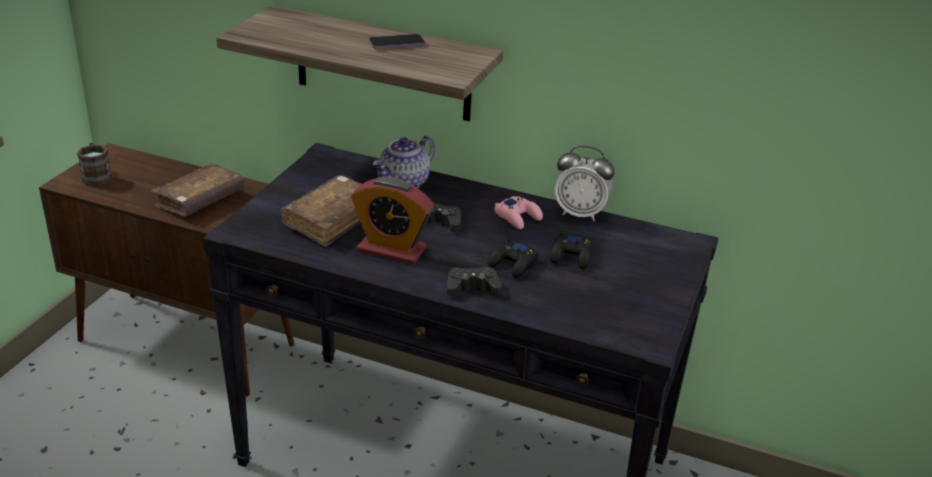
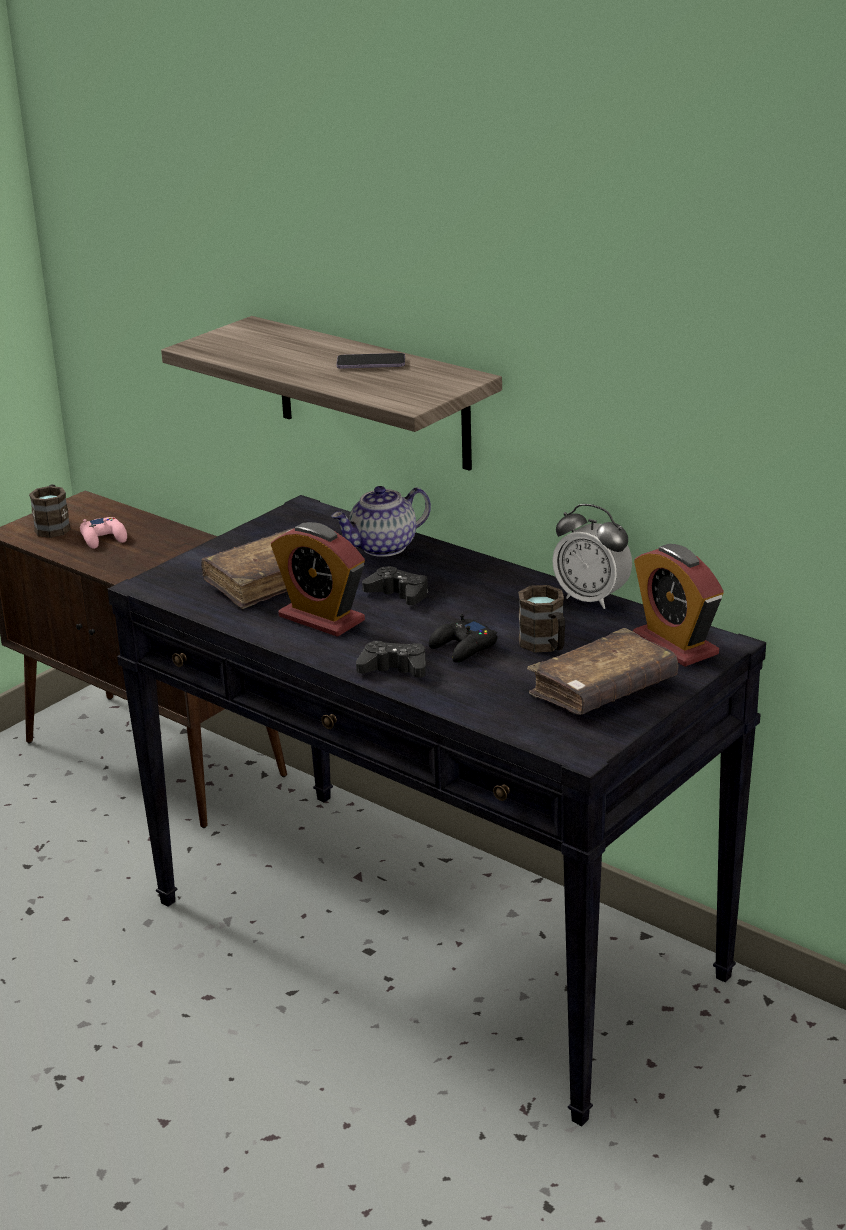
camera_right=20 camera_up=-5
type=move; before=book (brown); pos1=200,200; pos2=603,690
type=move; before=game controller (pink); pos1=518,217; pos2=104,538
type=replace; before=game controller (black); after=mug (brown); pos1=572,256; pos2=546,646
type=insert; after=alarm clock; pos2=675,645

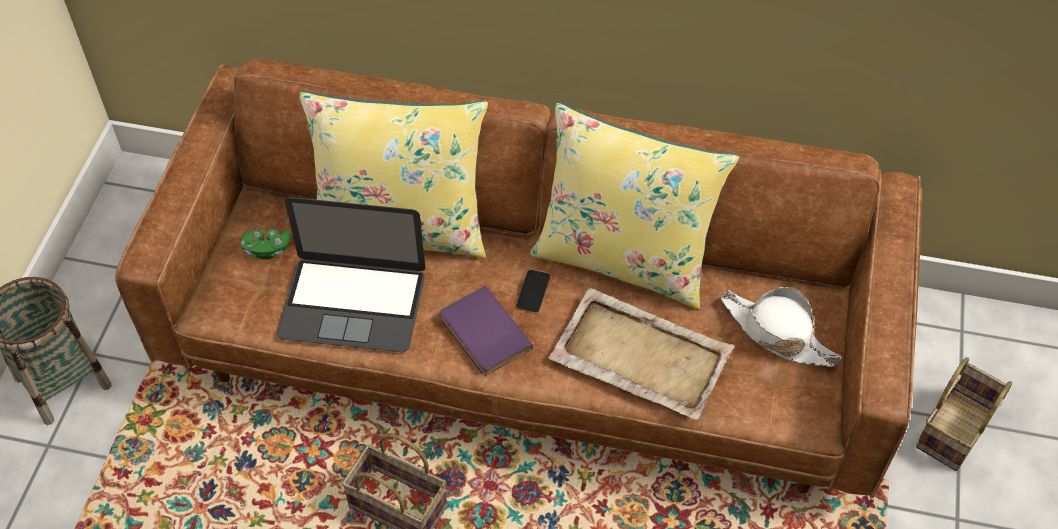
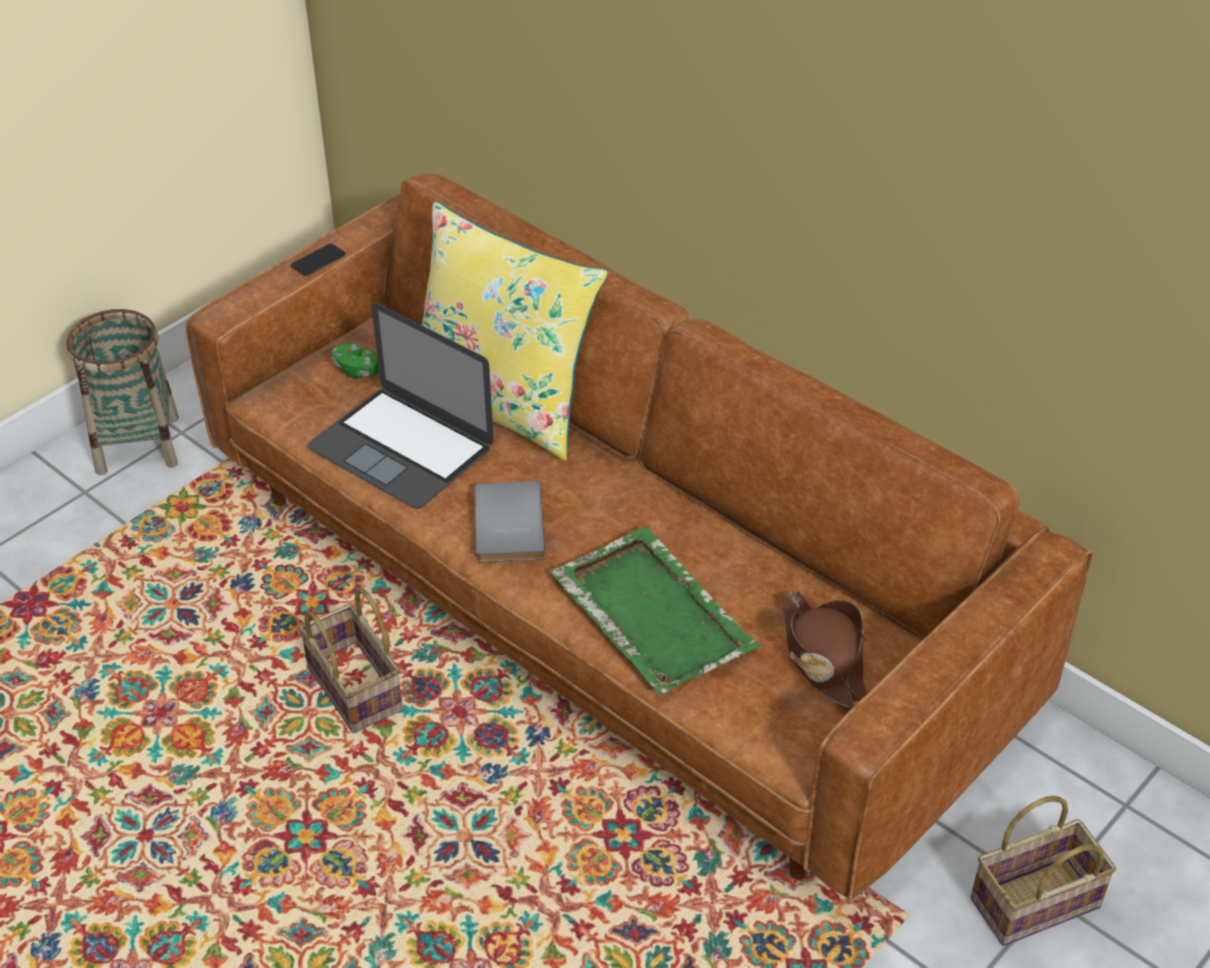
camera_right=30 camera_up=-10
type=delete; before=pillow (yellow); pos1=624,258
type=move; before=phone; pos1=533,291; pos2=318,260
type=recolor; before=book (purple); after=book (grey); pos1=482,334; pos2=505,526
type=recolor; before=hat (white); after=hat (brown); pos1=777,333; pos2=823,658
type=recolor; before=tray (beige); after=tray (green); pos1=639,355; pos2=651,613

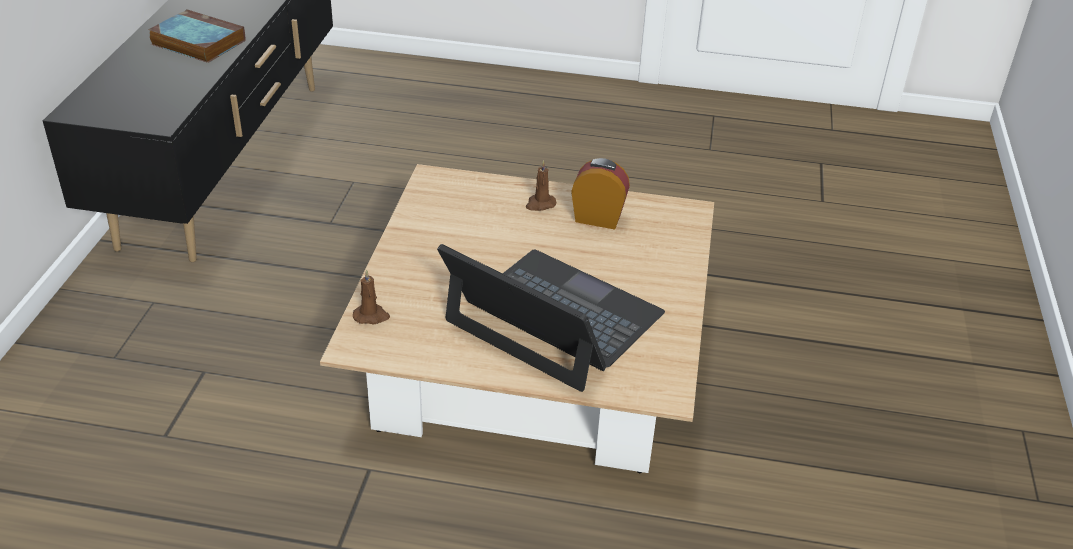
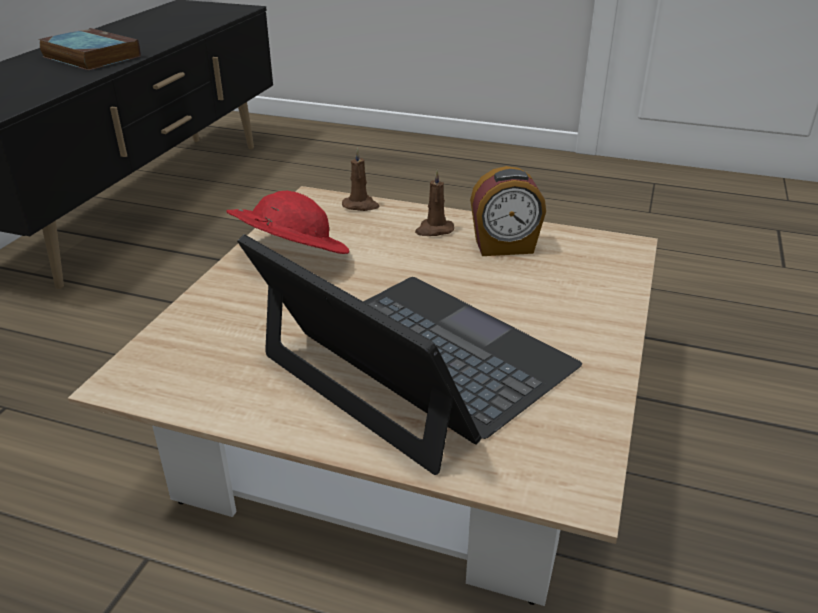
camera_right=10 camera_up=-5
type=rotate; before=alarm clock; pos1=598,217; pos2=504,247; turn=150
type=move; before=candle (brown); pos1=371,316; pos2=361,205
type=insert; after=hat (red); pos2=290,257

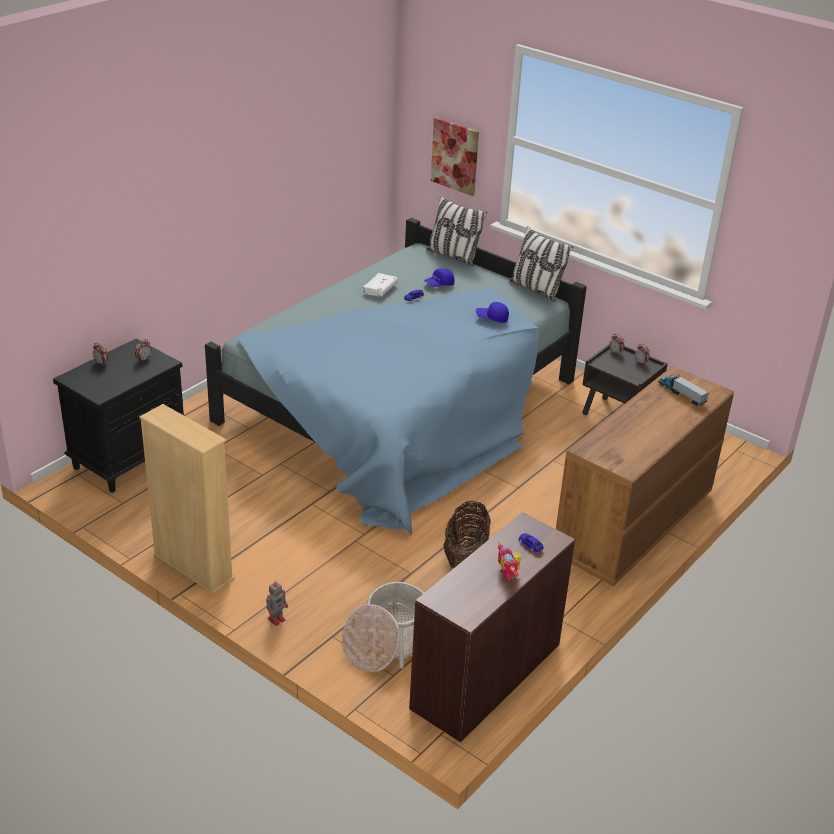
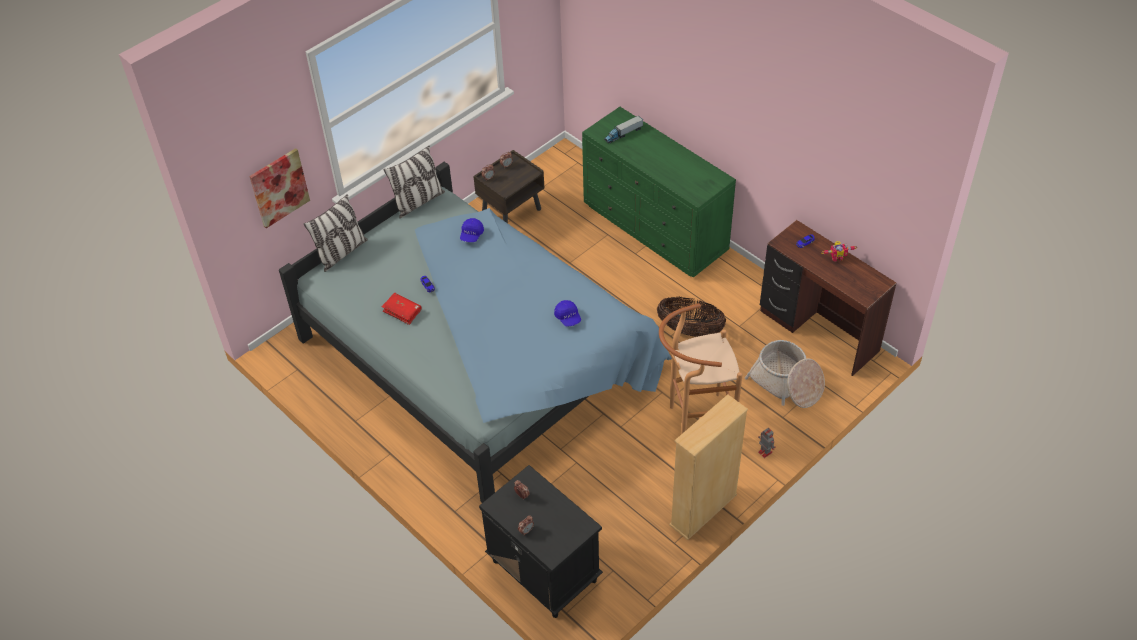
camera_right=-80 camera_up=15
type=move; before=cap (blue); pos1=439,284; pos2=568,318
type=recolor; before=book (white); after=book (red); pos1=380,290; pos2=402,311
type=recolor; before=dresser (brown); after=dresser (green); pos1=633,525; pos2=655,228
type=insert; after=stool (brown); pos2=694,421

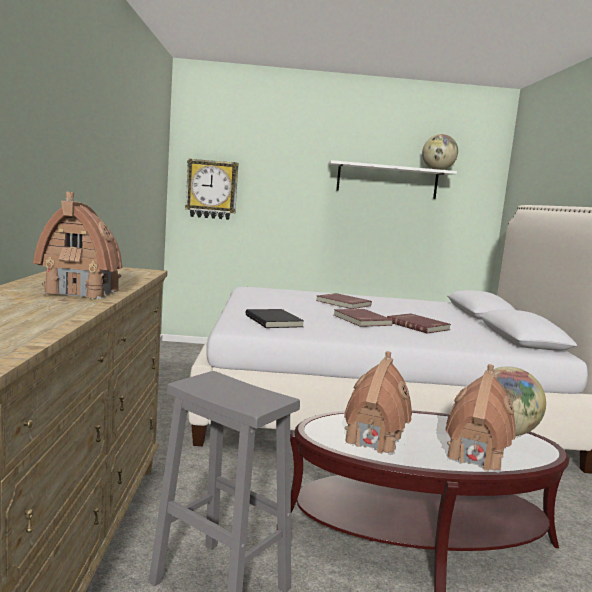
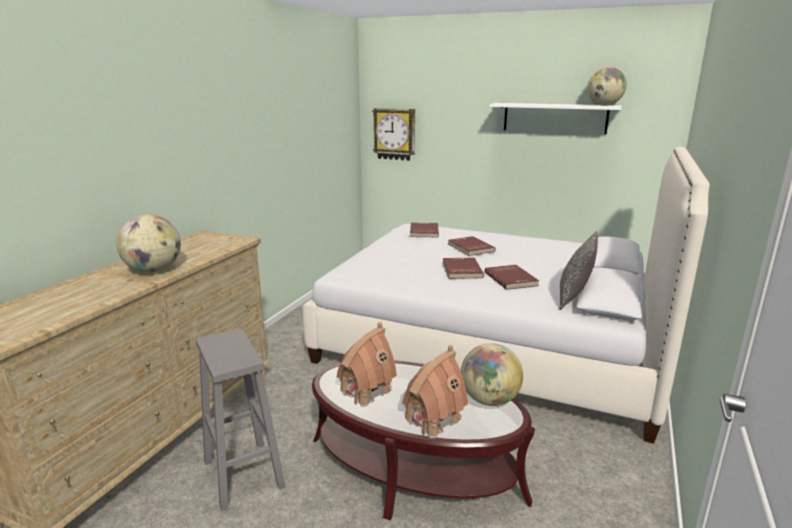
camera_right=25 camera_up=10
type=replace; before=toy house; after=globe; pos1=82,292; pos2=154,270
type=delete; before=book (black); pos1=274,321
type=insert; after=book (red); pos2=423,231
type=insert; after=pillow; pos2=574,298

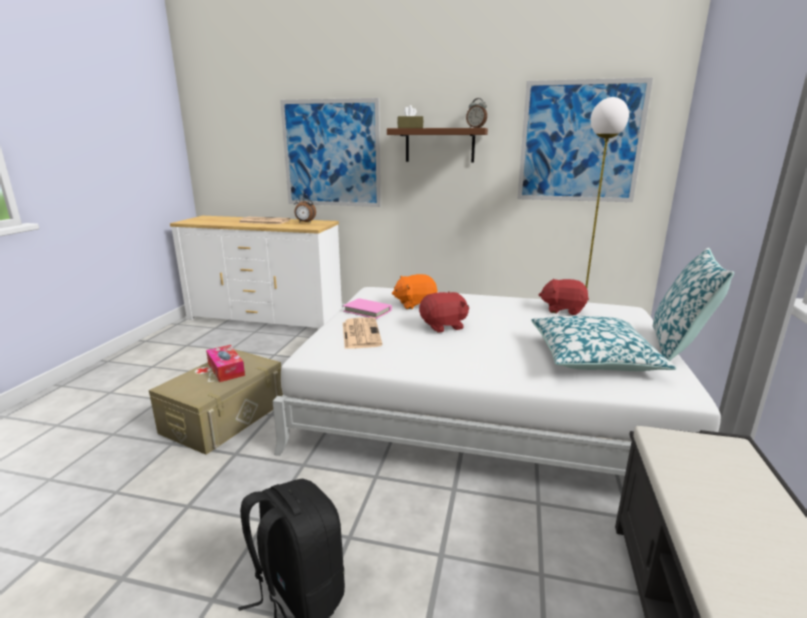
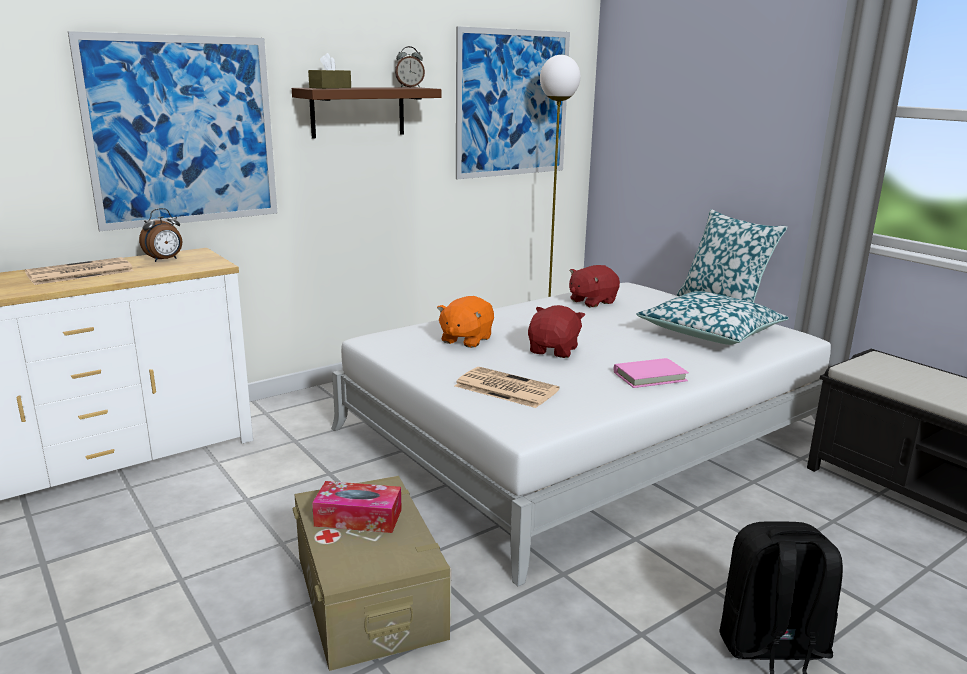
camera_right=-50 camera_up=0
type=move; before=book (pink); pos1=367,311; pos2=649,376

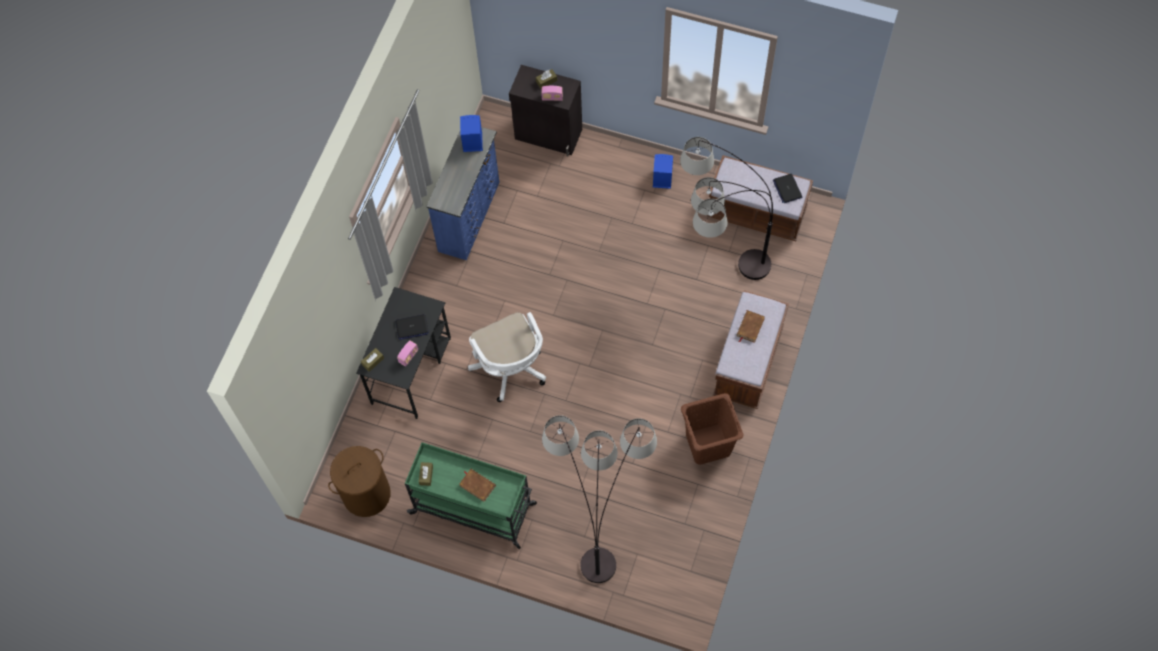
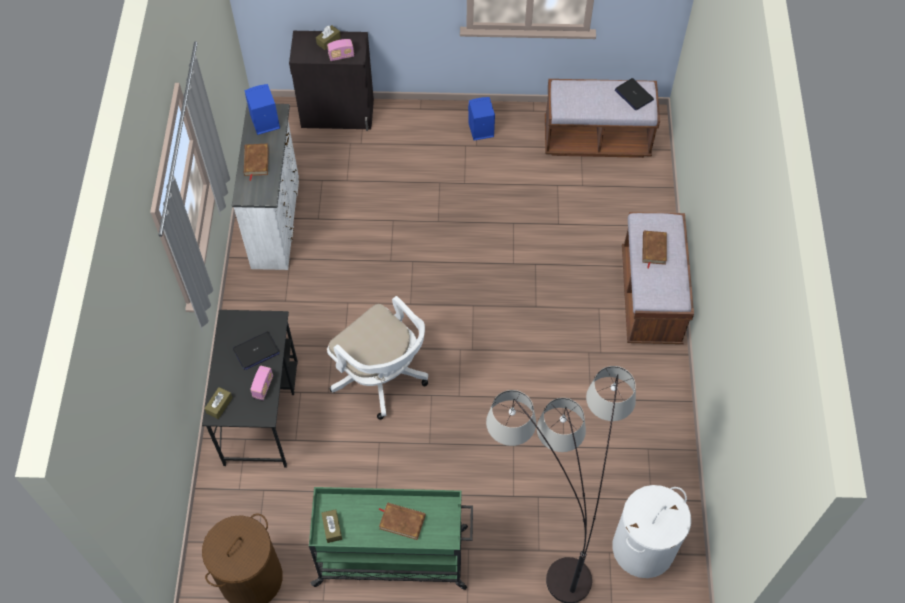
camera_right=-20 camera_up=-5
type=recolor; before=dresser (blue); after=dresser (white); pos1=470,216; pos2=277,221
type=delete; before=floor lamp; pos1=714,271
type=delete; before=laundry basket (brown); pos1=707,444
type=insert; after=book (brown); pos2=256,161
type=insert; after=laundry basket (white); pos2=643,548

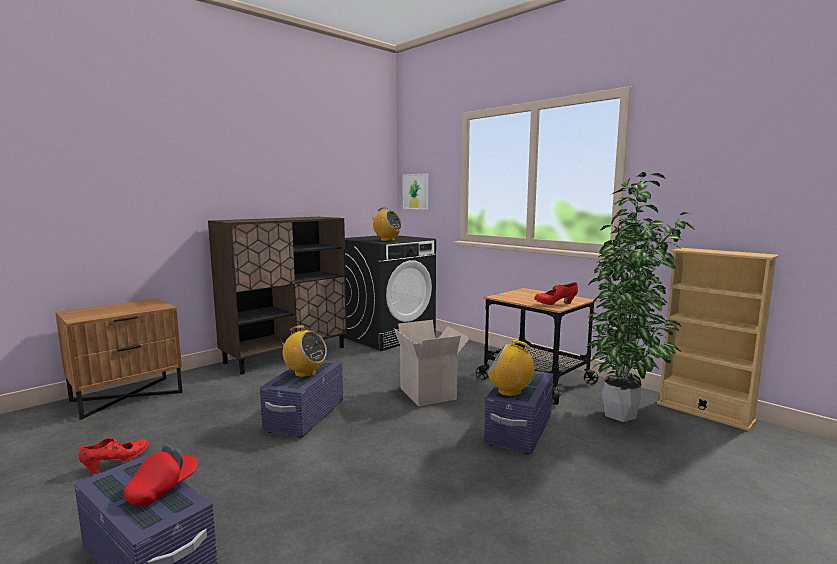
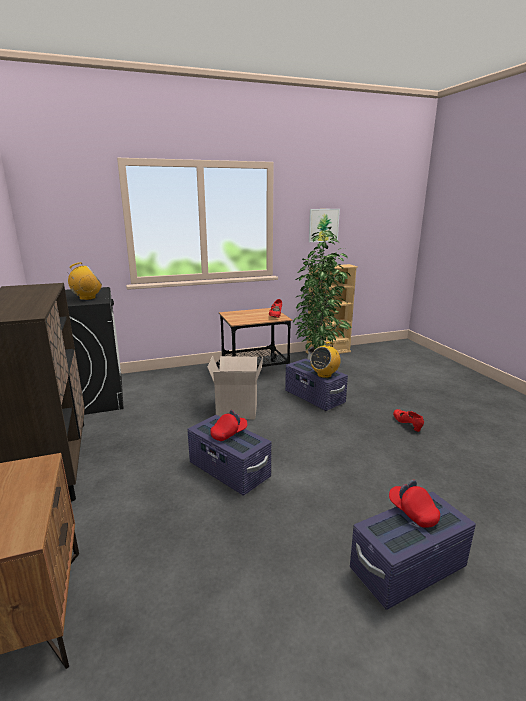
camera_right=-65 camera_up=10
type=move; before=picture; pos1=416,191; pos2=323,225
type=replace; before=radio; after=cap (red); pos1=305,373; pos2=229,434
type=move; before=shoe (red); pos1=117,463; pos2=407,425

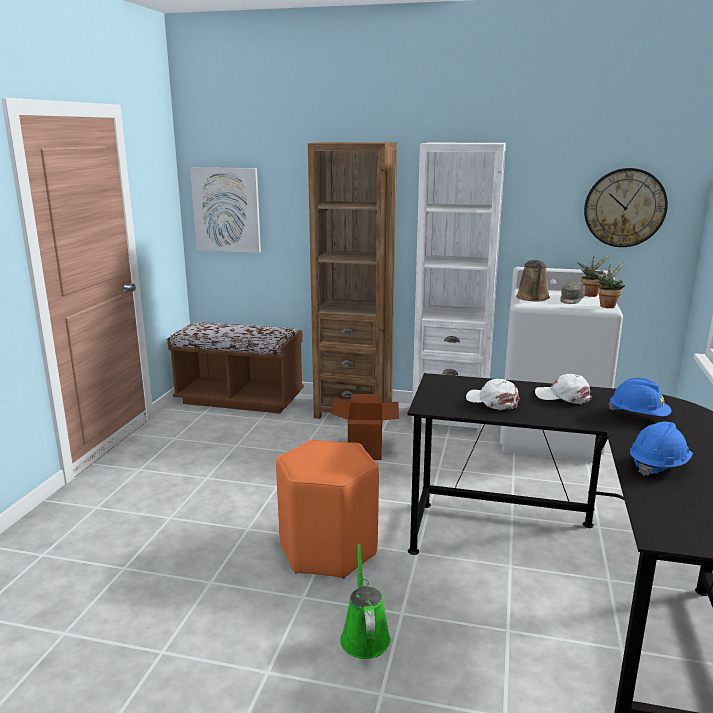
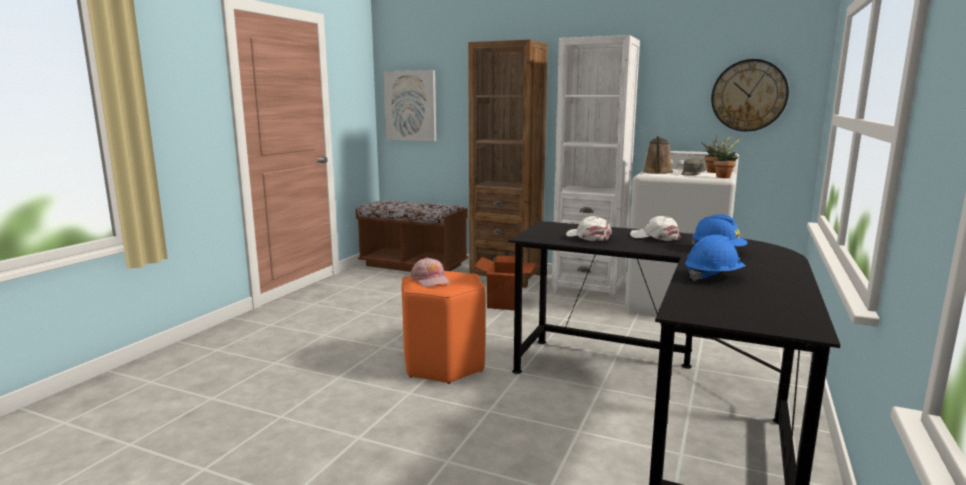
camera_right=10 camera_up=-5
type=delete; before=watering can (green); pos1=364,636
type=insert; after=cap (pink); pos2=431,280

